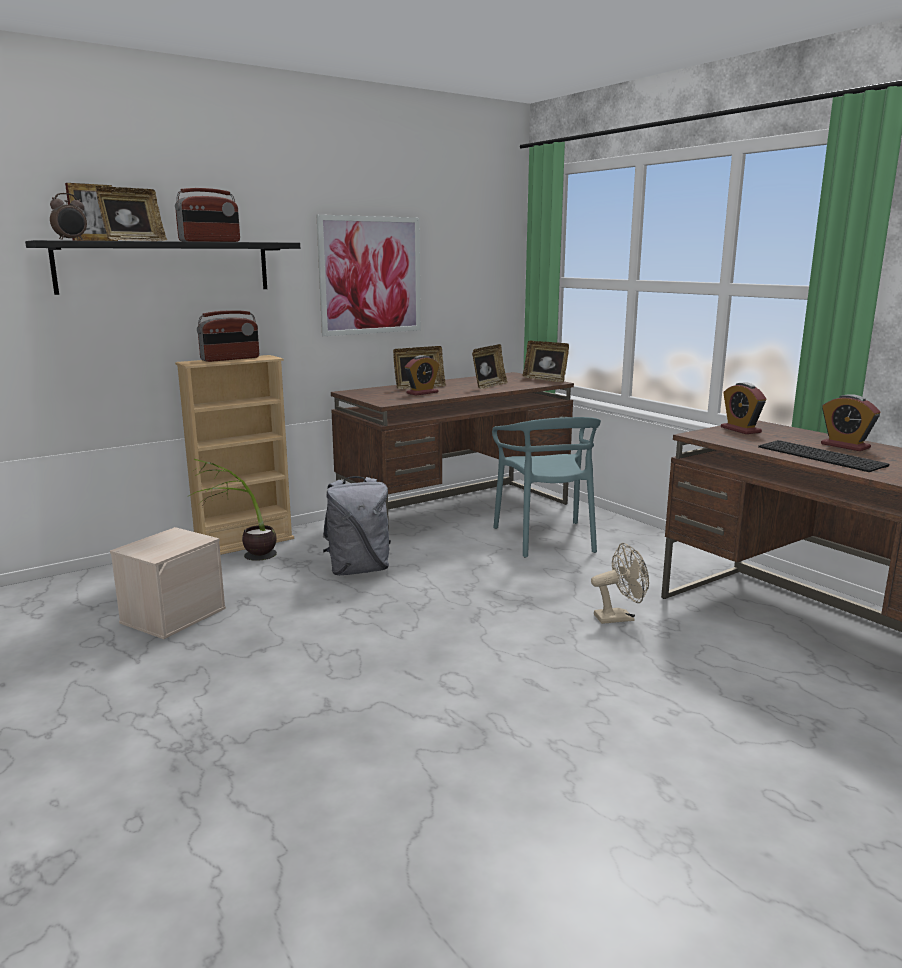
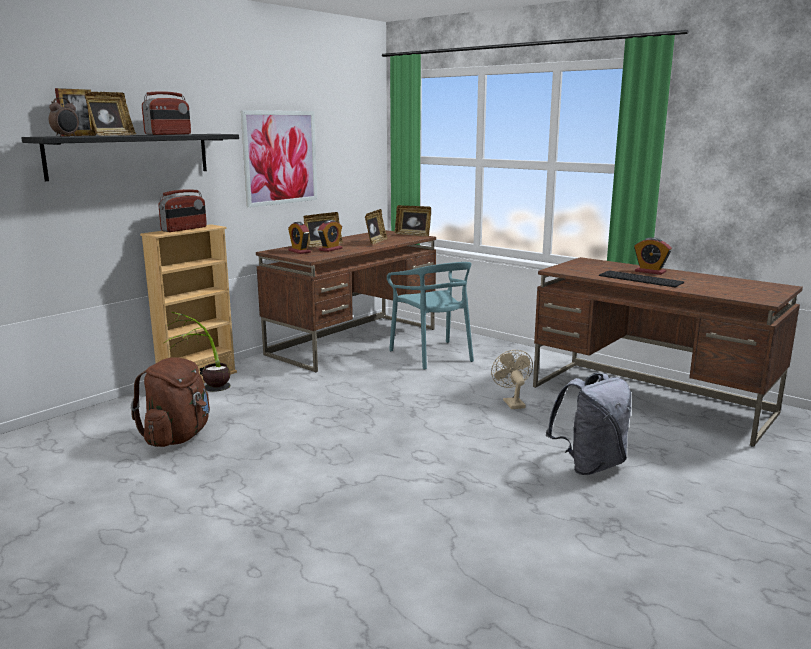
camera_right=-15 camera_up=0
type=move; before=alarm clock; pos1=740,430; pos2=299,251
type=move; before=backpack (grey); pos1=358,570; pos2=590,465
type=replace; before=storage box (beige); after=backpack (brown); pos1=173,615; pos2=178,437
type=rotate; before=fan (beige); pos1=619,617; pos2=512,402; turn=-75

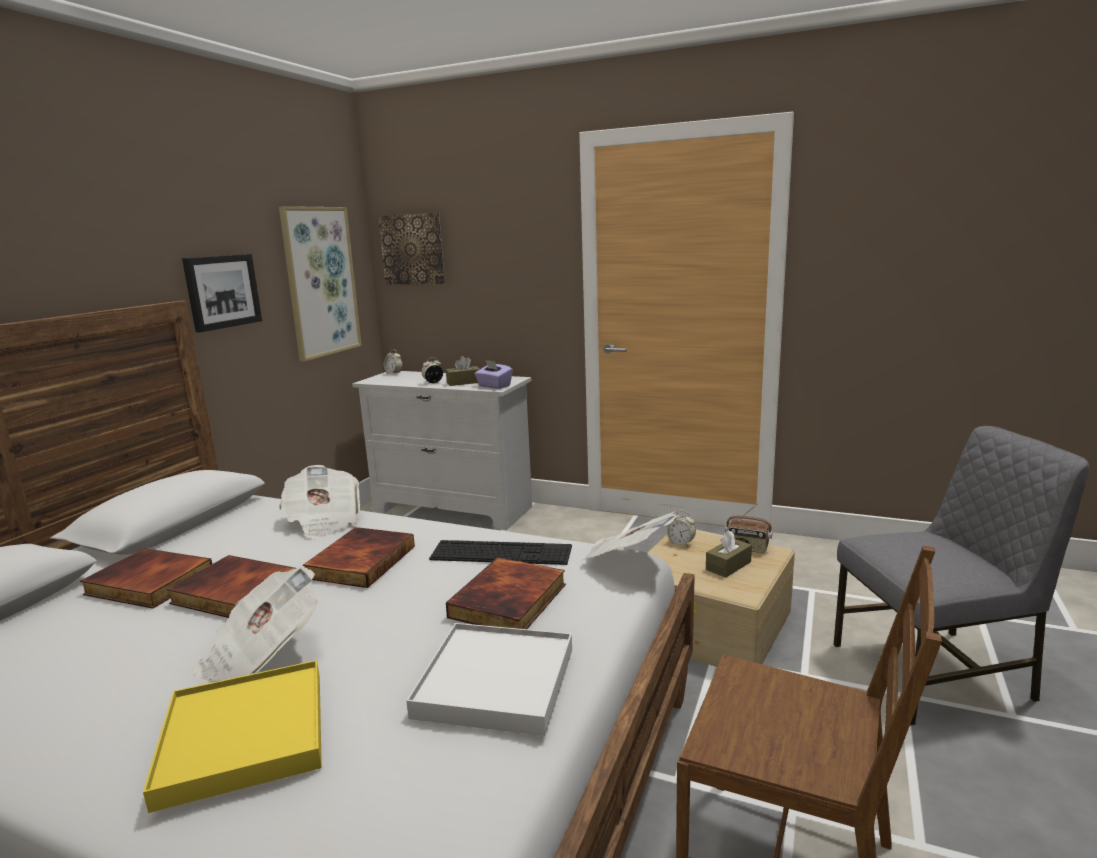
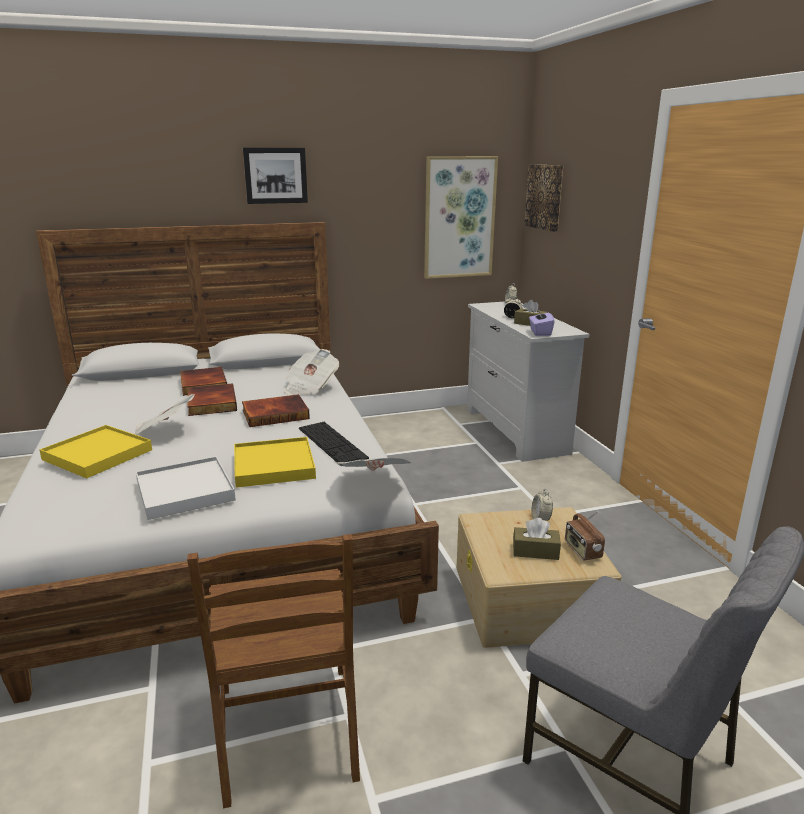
camera_right=50 camera_up=5
type=move; before=picture; pos1=222,291; pos2=275,175
type=replace; before=book; after=tray (yellow); pos1=510,601; pos2=273,466

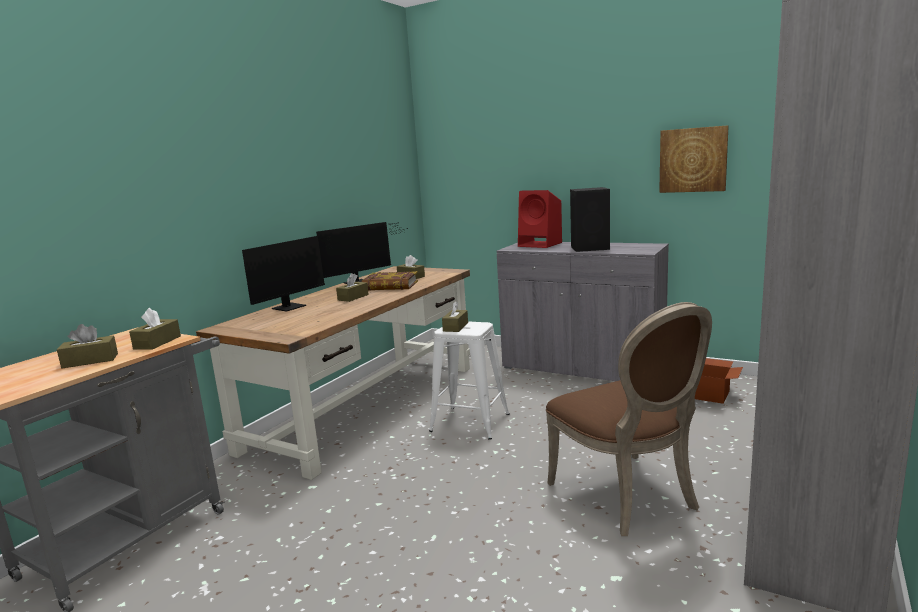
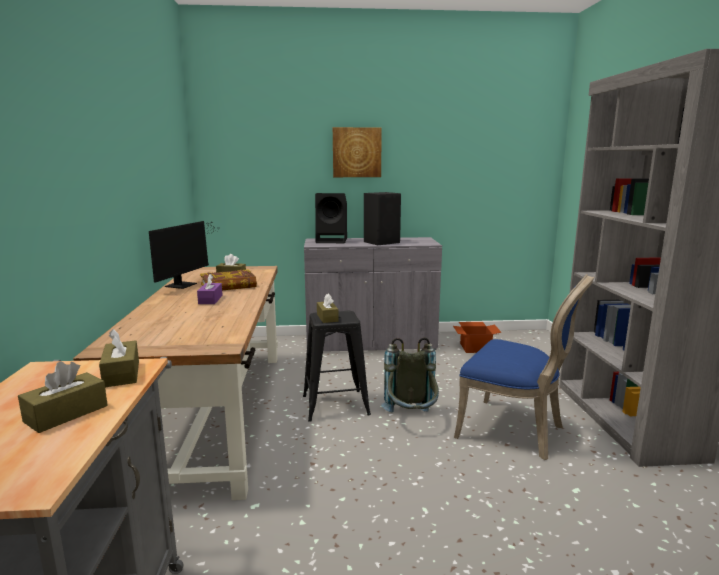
camera_right=-35 camera_up=0
type=move; before=picture; pos1=693,160; pos2=356,152
type=recolor; before=speaker (red); after=speaker (black); pos1=541,244; pos2=332,240
type=delete; before=monitor; pos1=293,306
type=recolor; before=tissue box (brown); after=tissue box (purple); pos1=353,297; pos2=210,299
type=recolor; before=chair (brown); after=chair (blue); pos1=628,496; pos2=515,431
type=recolor; before=stool (white); after=stool (black); pos1=470,422; pos2=335,405
type=insert; after=backpack (grey); pos2=411,419

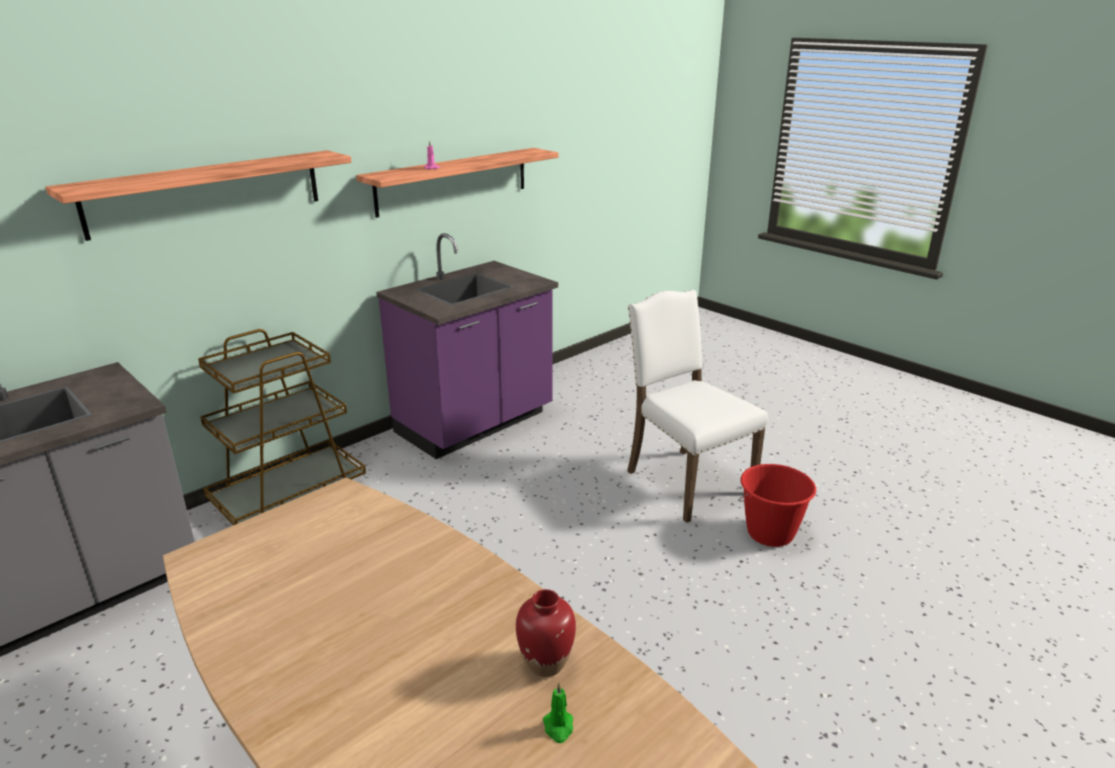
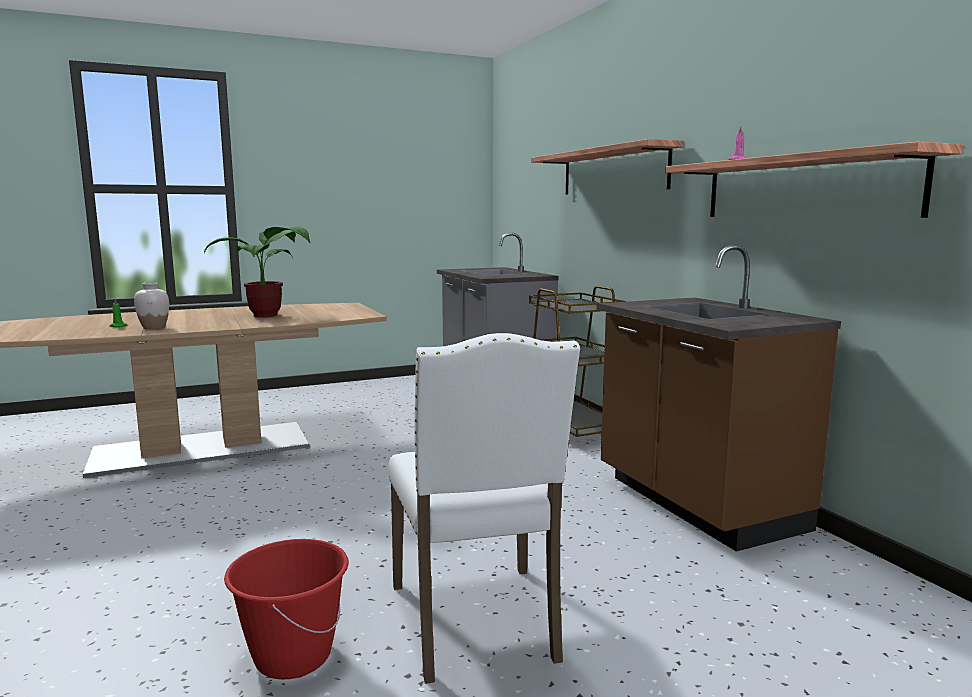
camera_right=110 camera_up=-15
type=recolor; before=counter (purple); after=counter (brown); pos1=475,425; pos2=696,504
type=rotate; before=chair (white); pos1=685,481; pos2=477,622; turn=90
type=recolor; before=vase (red); after=vase (white); pos1=546,663; pos2=154,327
type=insert; after=potted plant; pos2=270,315

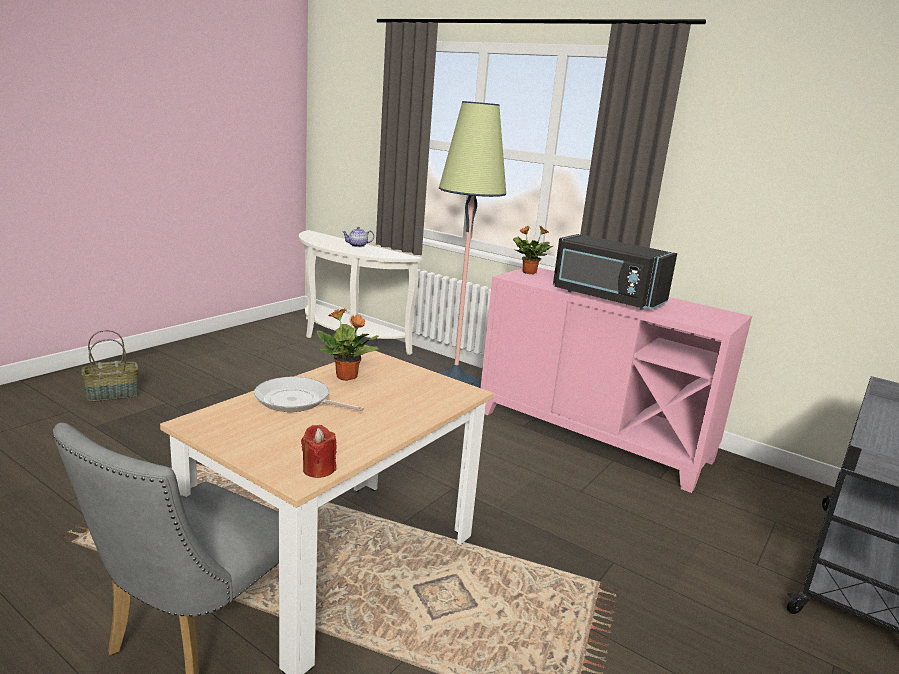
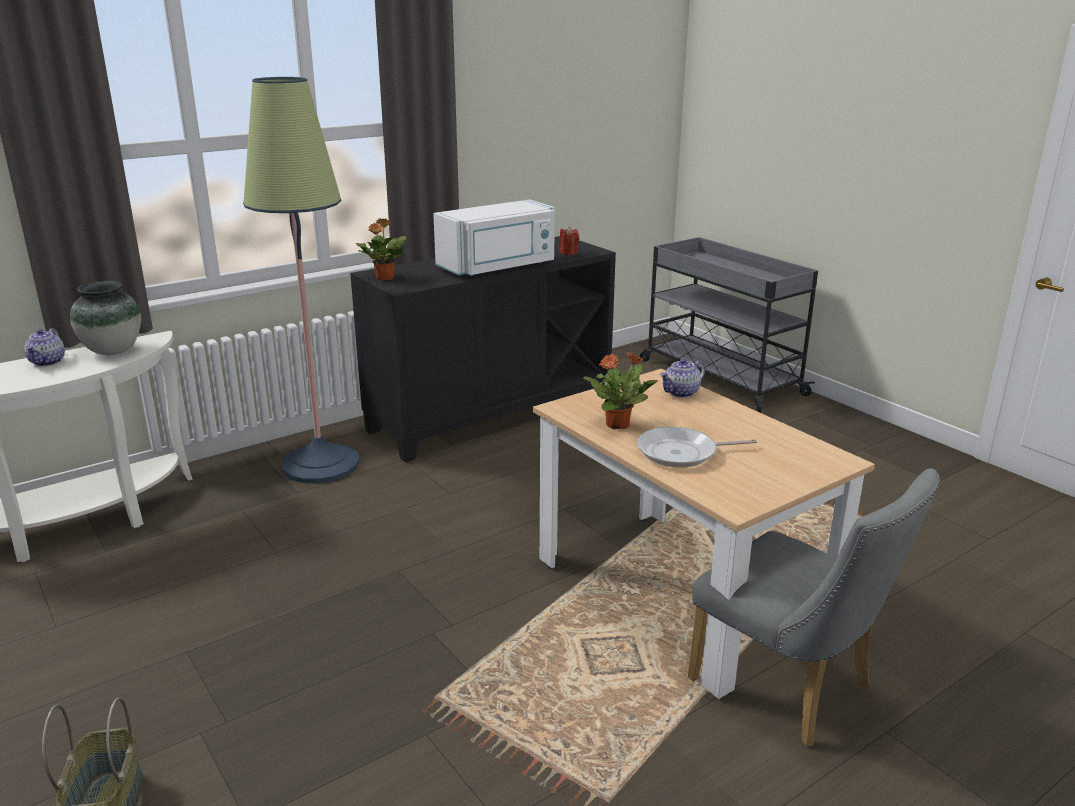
camera_right=-70 camera_up=5
type=recolor; before=microwave (black); after=microwave (white); pos1=606,298; pos2=499,267
type=recolor; before=cabinet (pink); after=cabinet (black); pos1=592,435; pos2=490,414
type=rotate; before=frying pan; pos1=296,401; pos2=681,453; turn=45
type=move; before=candle (red); pos1=318,469; pos2=568,252
type=insert; after=vase; pos2=112,351
type=insert; after=teapot; pos2=681,393

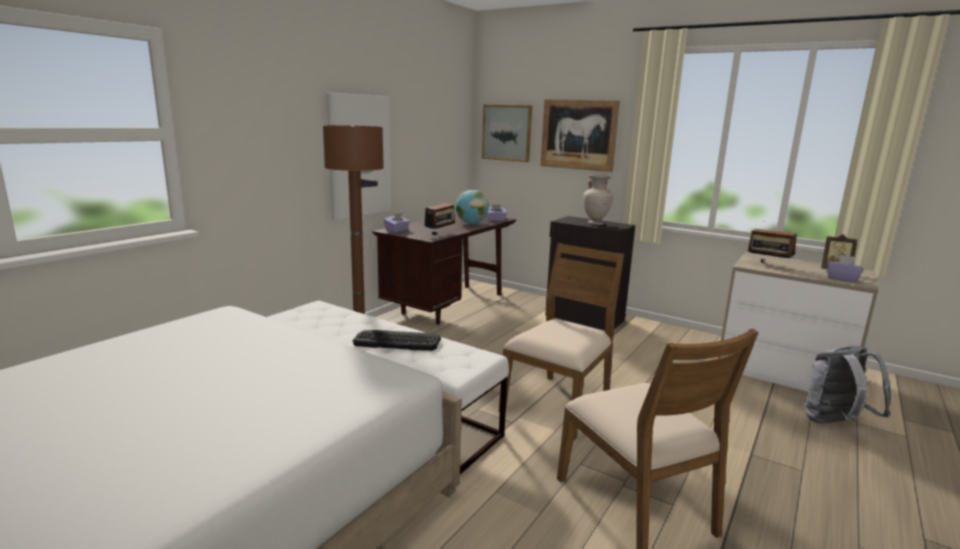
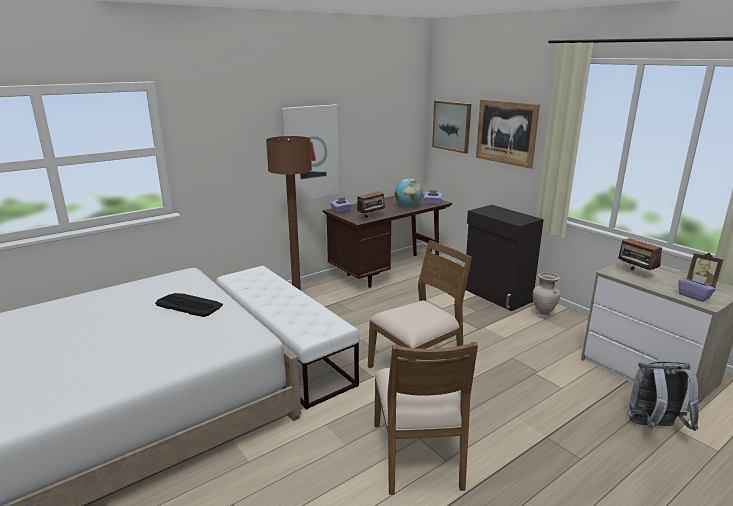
camera_right=20 camera_up=5
type=move; before=vase (beige); pos1=595,224; pos2=543,315
type=move; before=keyboard; pos1=397,341; pos2=189,305

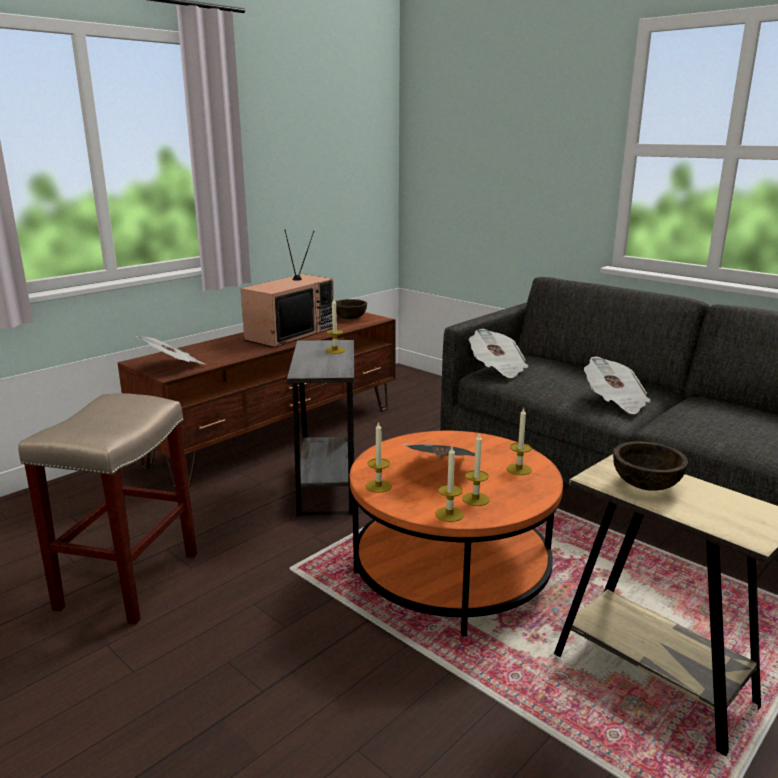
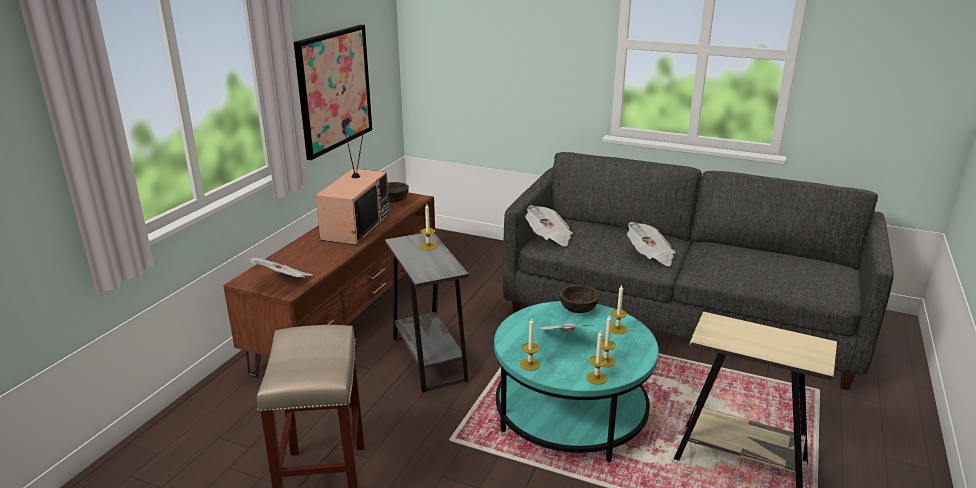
camera_right=-20 camera_up=5
type=recolor; before=coffee table (orange); after=coffee table (turquoise); pos1=451,571; pos2=571,413
type=move; before=bowl (brown); pos1=645,484; pos2=578,309
type=insert; after=picture; pos2=334,90

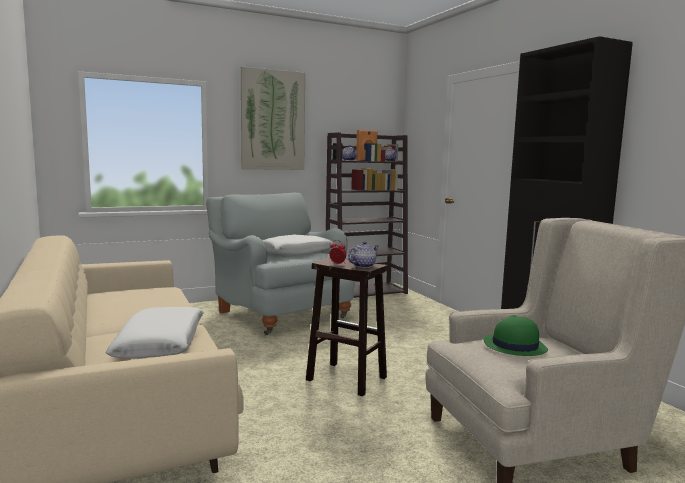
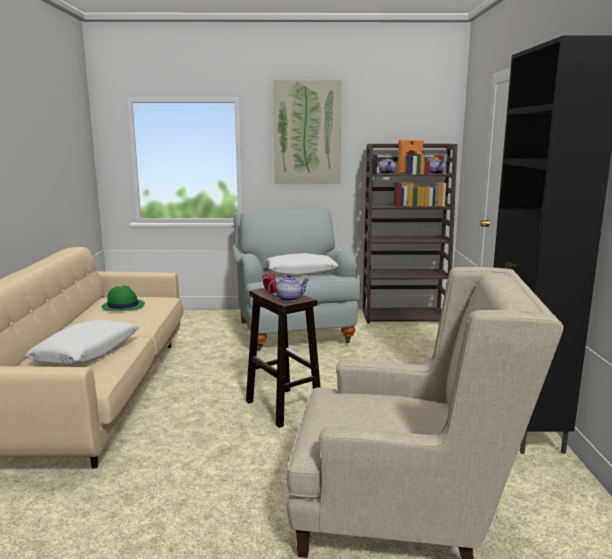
camera_right=25 camera_up=5
type=move; before=hat (green); pos1=514,346; pos2=123,306

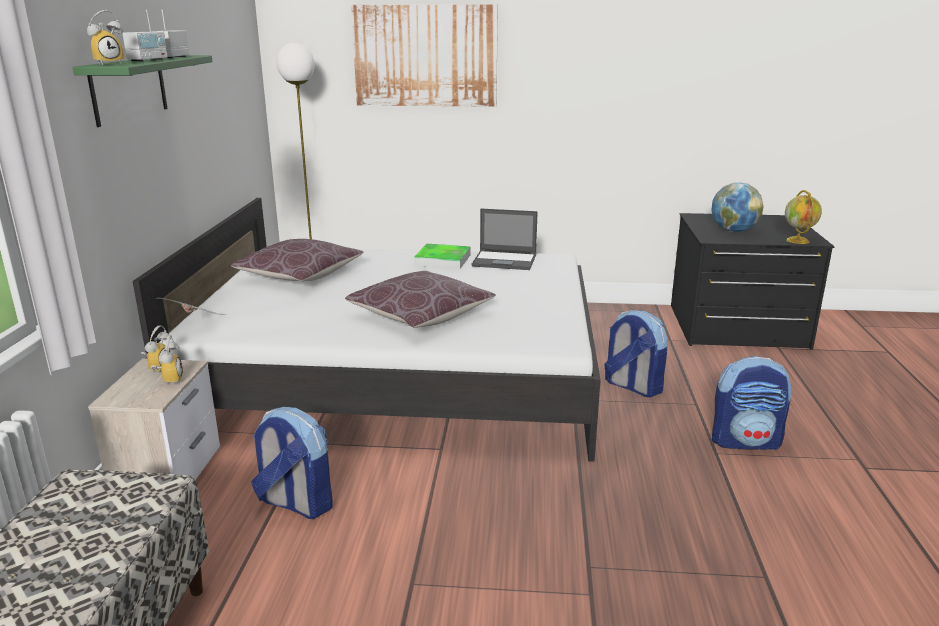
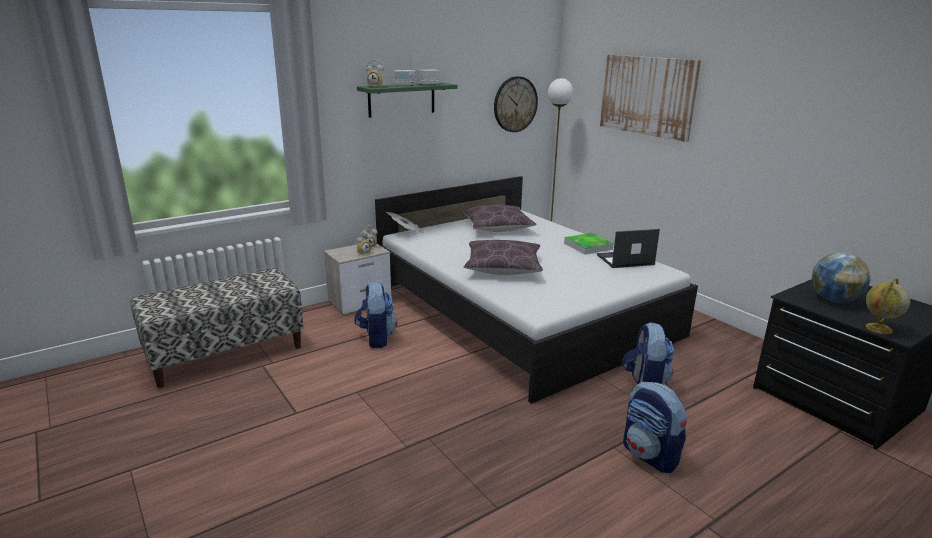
camera_right=50 camera_up=0
type=rotate; before=laptop; pos1=505,261; pos2=624,260; turn=105
type=insert; after=wall clock; pos2=515,104

